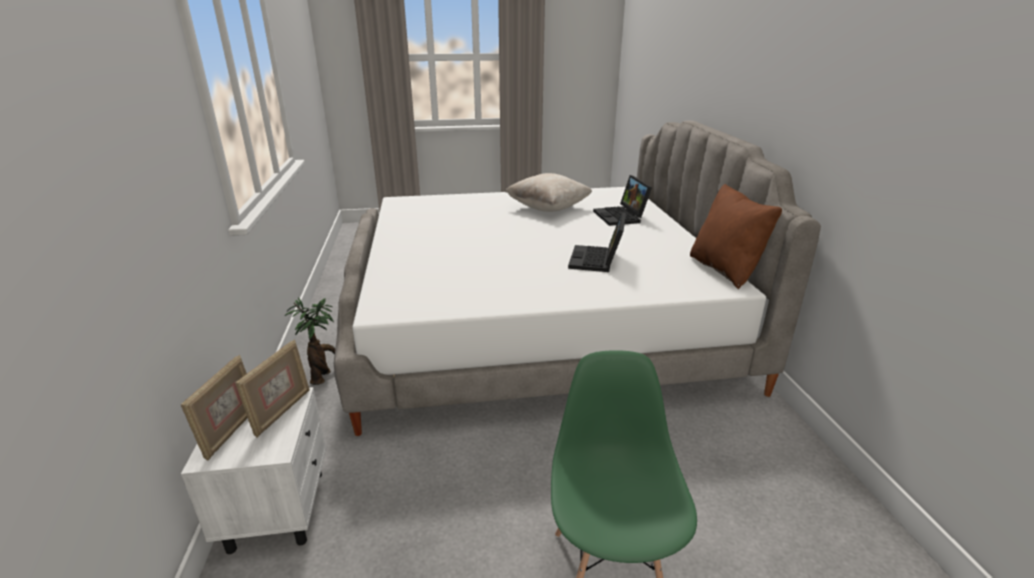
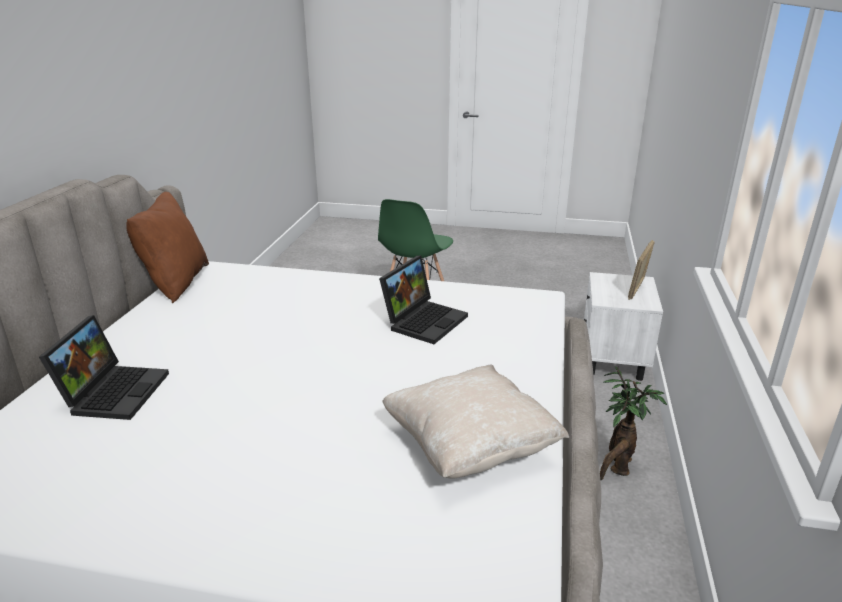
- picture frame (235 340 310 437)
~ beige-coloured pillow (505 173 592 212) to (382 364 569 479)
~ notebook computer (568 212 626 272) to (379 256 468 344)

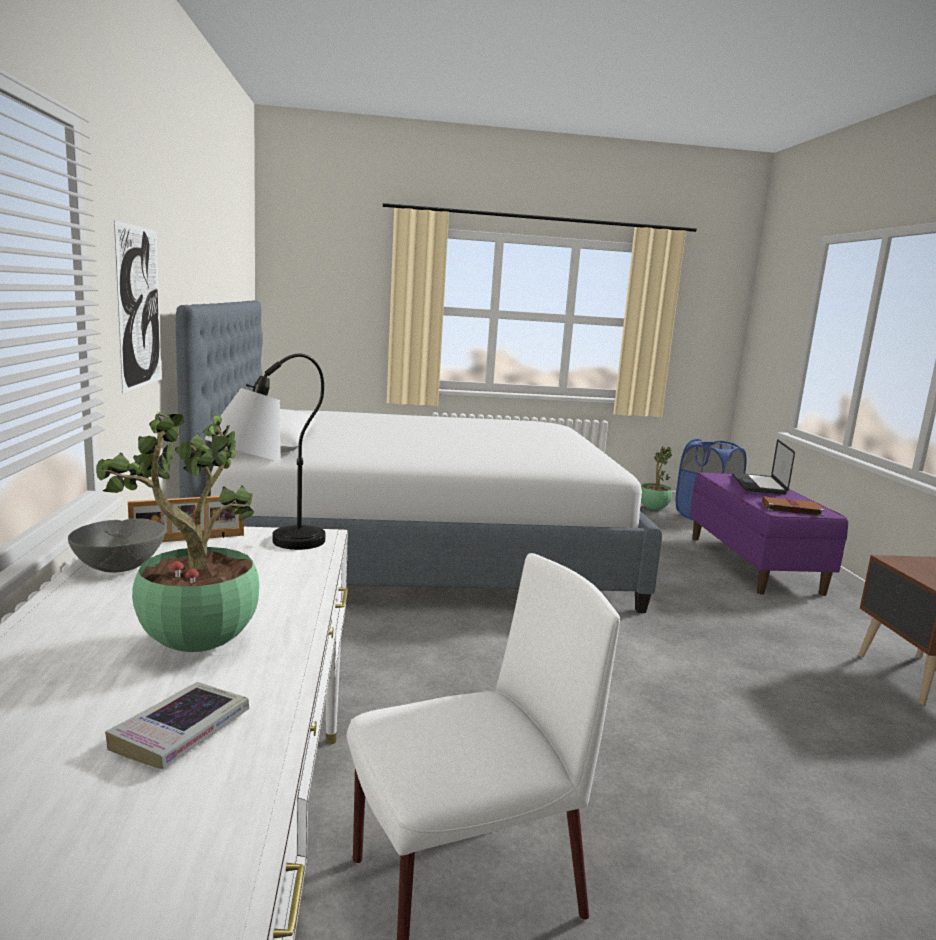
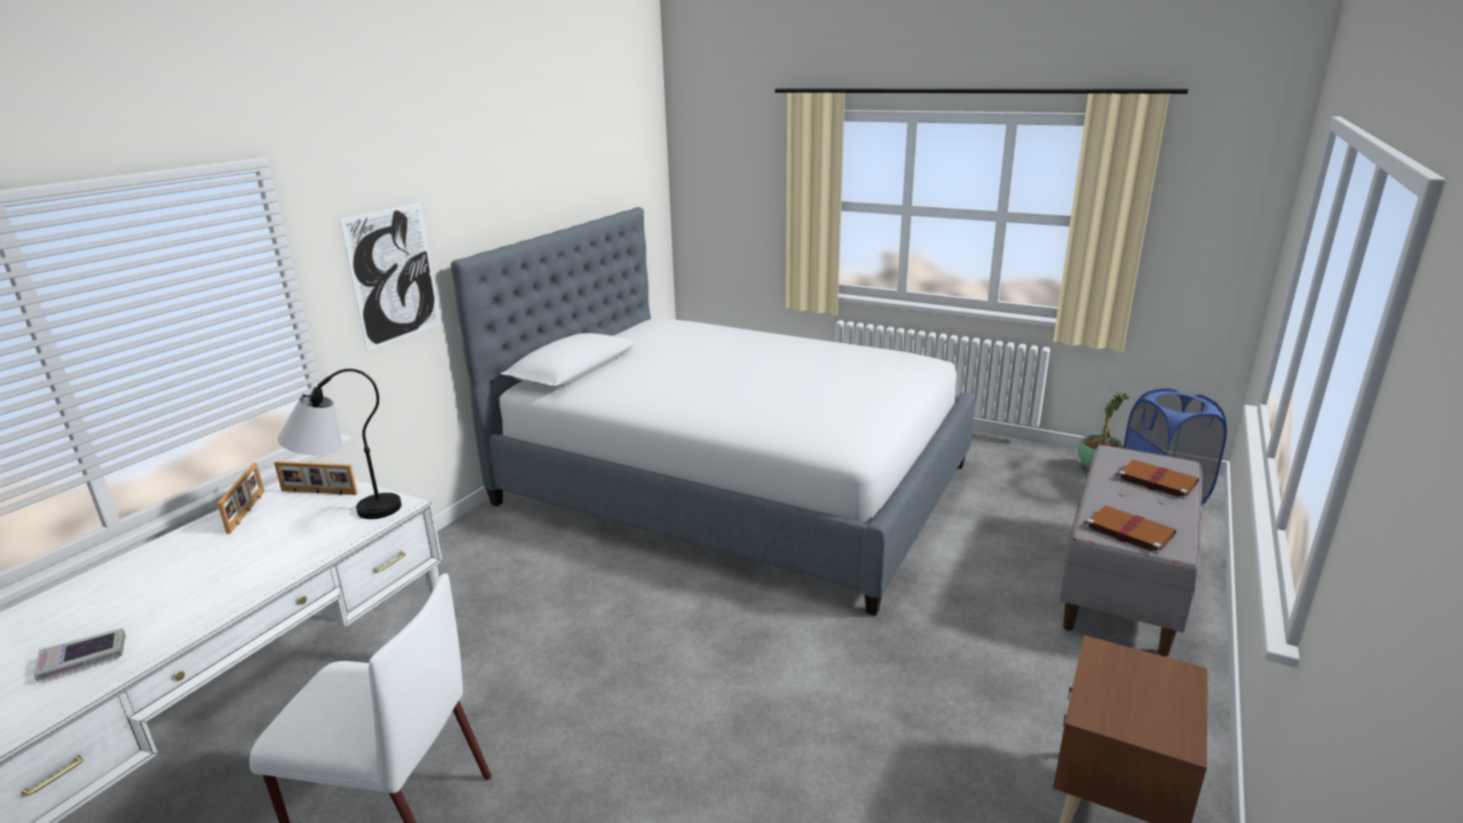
~ gray deep dish (68 518 166 573) to picture frame (217 463 265 534)
- plant in a pot (96 412 259 652)
~ purple-coloured long seat (689 472 848 596) to gray long seat (1059 445 1202 657)
~ notebook computer (732 439 795 495) to brown bound book (1116 460 1199 499)

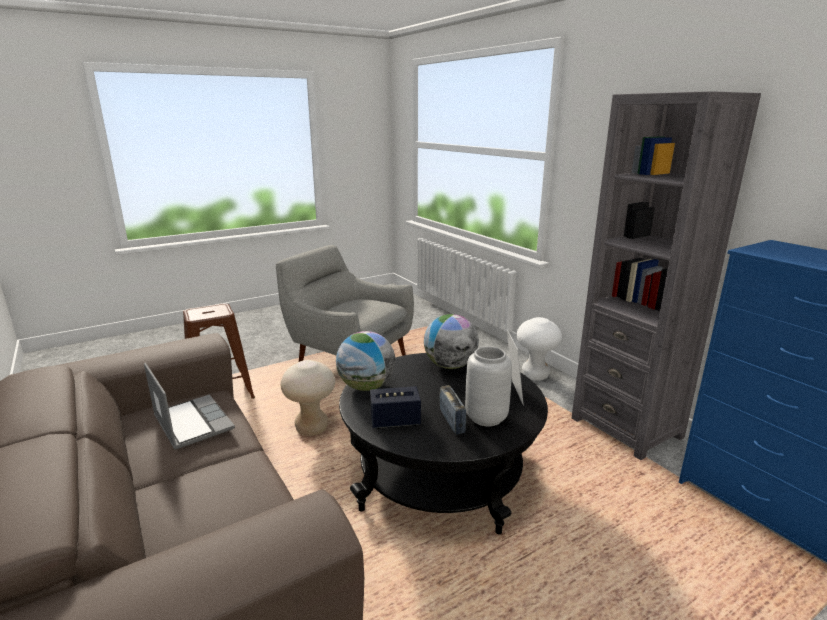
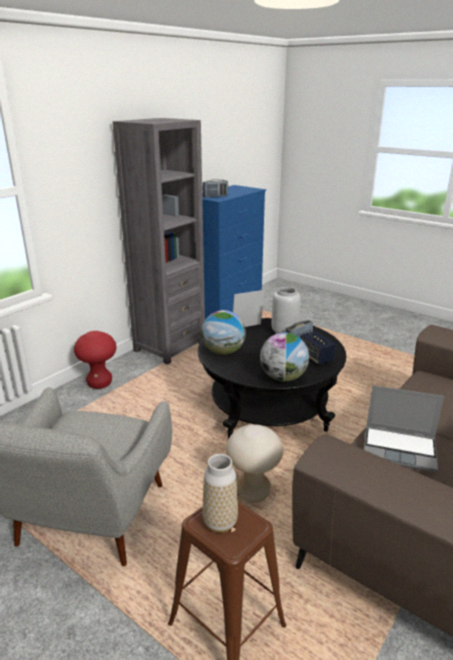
~ notebook computer (144 363 235 450) = (364 385 444 472) 105 degrees counterclockwise
~ white-coloured stool (516 317 562 381) to reddish stool (74 331 117 389)
+ vase (202 454 238 533)
+ radio (203 179 228 198)

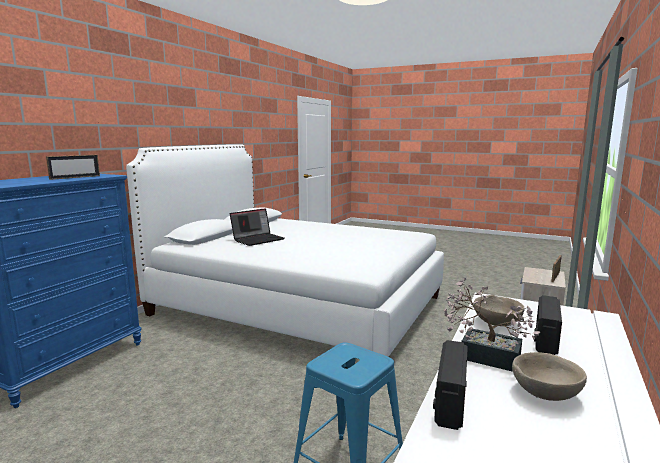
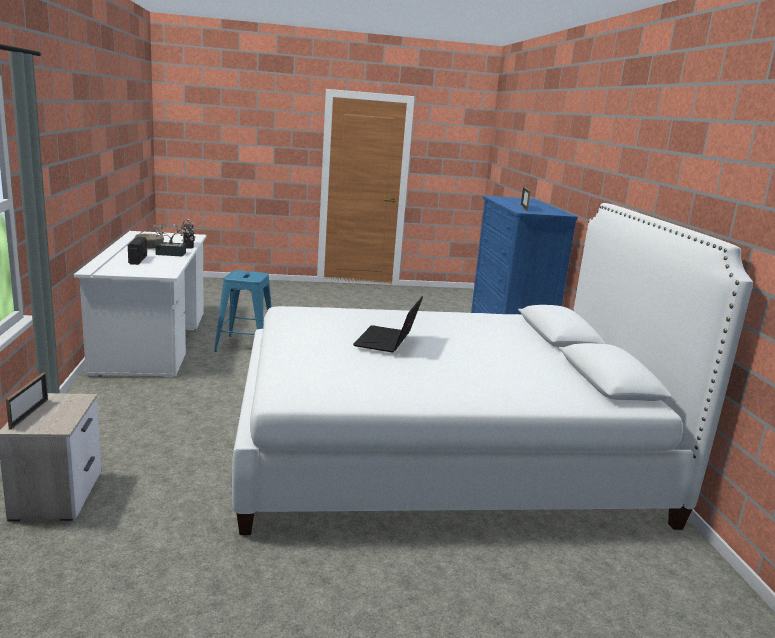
~ notebook computer (230 208 285 246) to (353 296 423 352)
- beige-coloured deep dish (474 295 525 326)

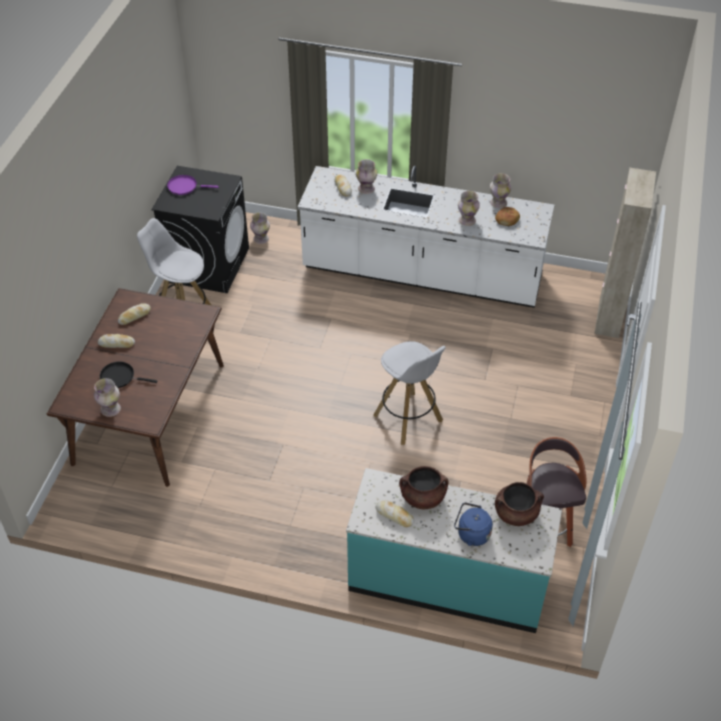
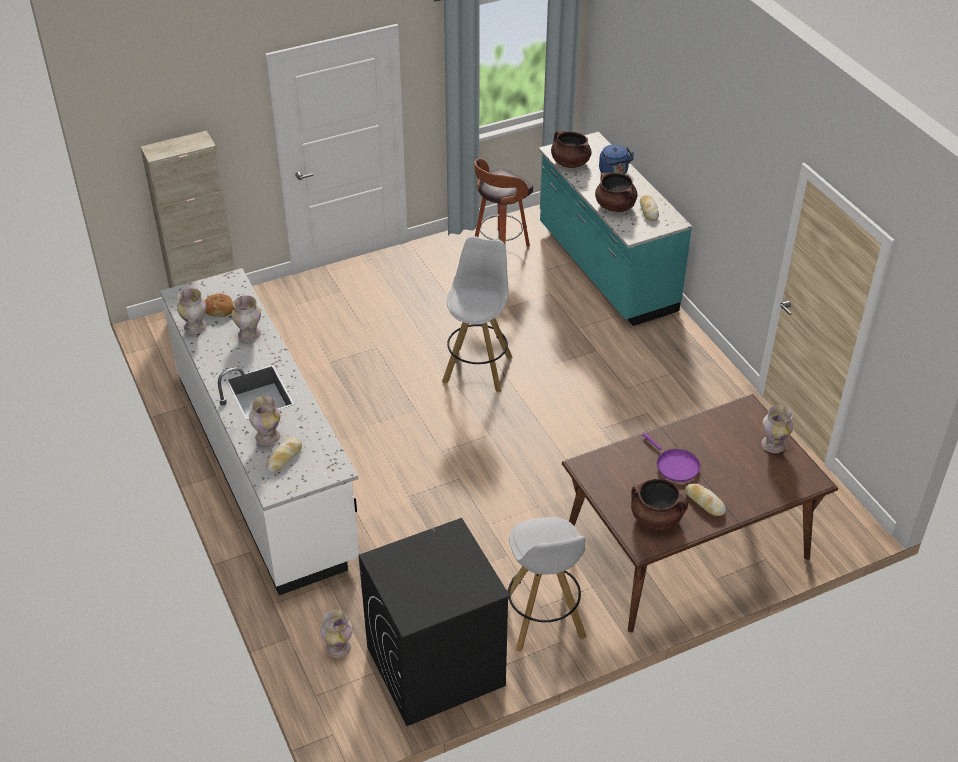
- blackish pan (100 362 157 388)
~ baked bread (118 303 151 325) to brown stockpot (631 479 688 529)
~ purple-coloured pan (167 175 219 195) to (643 433 700 482)

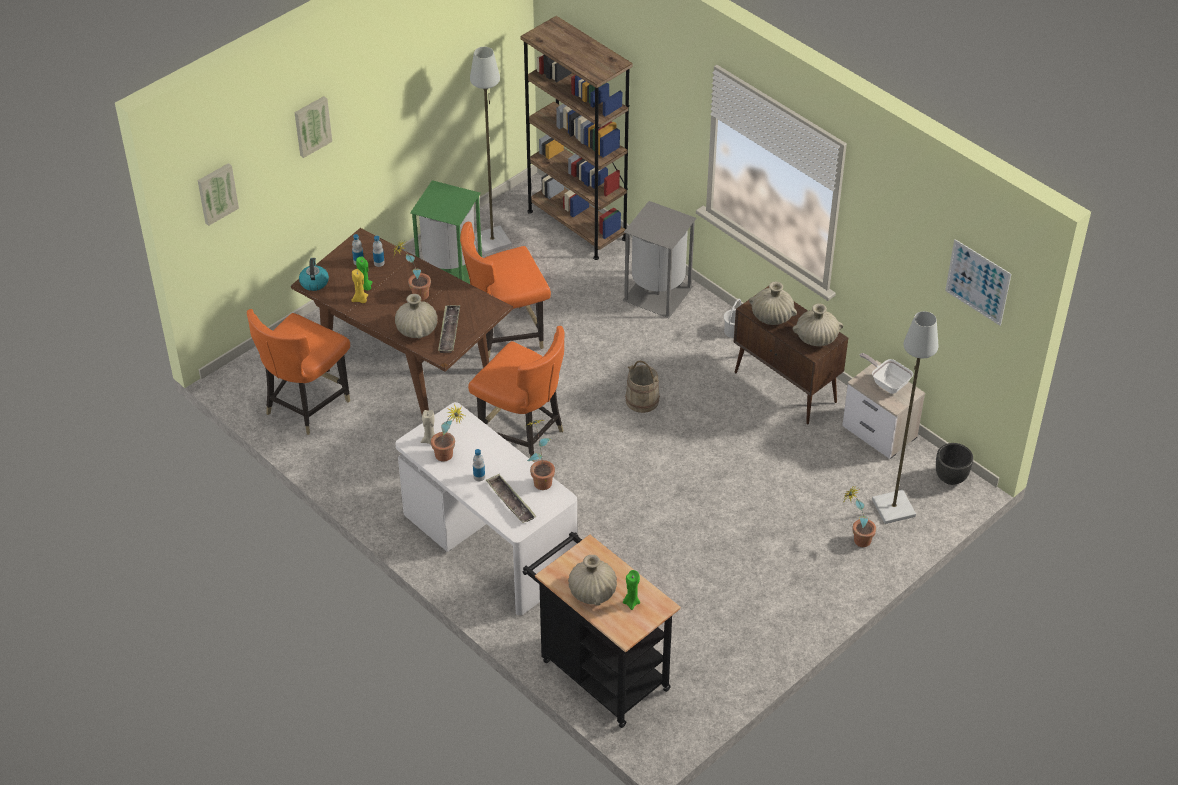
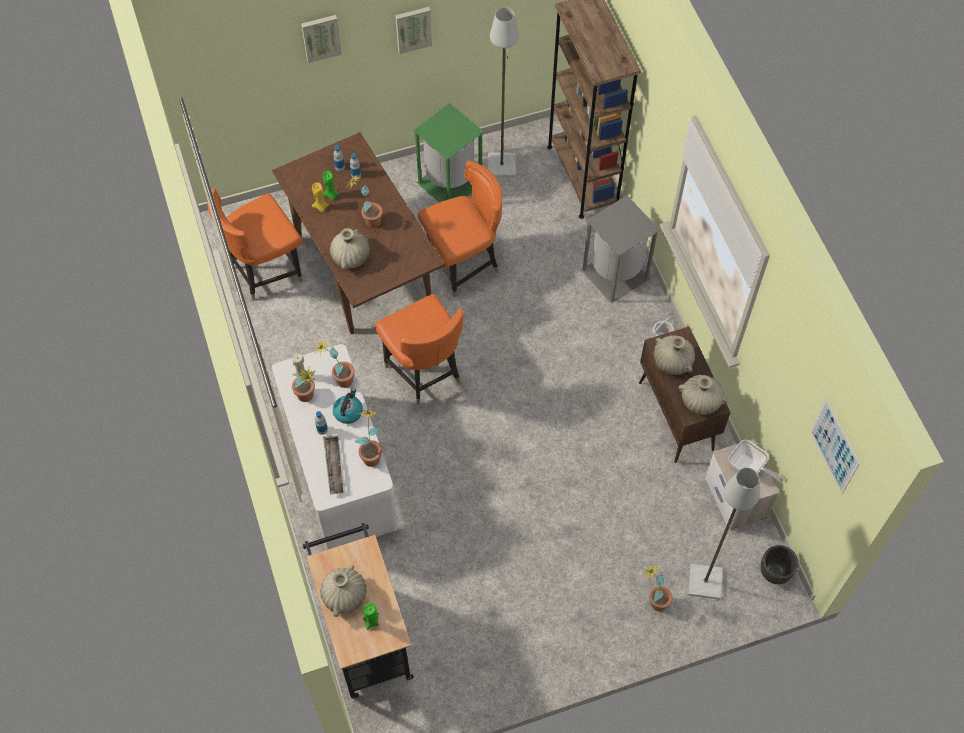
~ wall picture (198 163 239 226) to (395 7 432 54)
~ tea kettle (299 258 329 291) to (333 388 363 424)
- serving tray (438 305 460 353)
~ orange chair (460 222 551 358) = (418 161 502 297) 150 degrees clockwise
- beige-coloured pail (625 360 660 413)
~ pan (860 353 913 394) = (729 440 783 483) 150 degrees clockwise
+ plant in a pot (315 339 355 388)

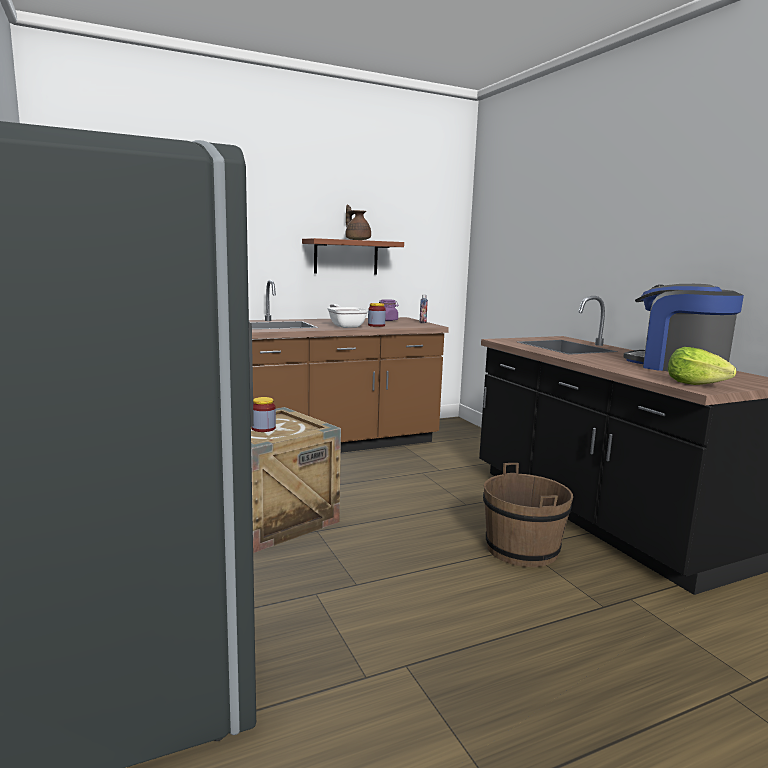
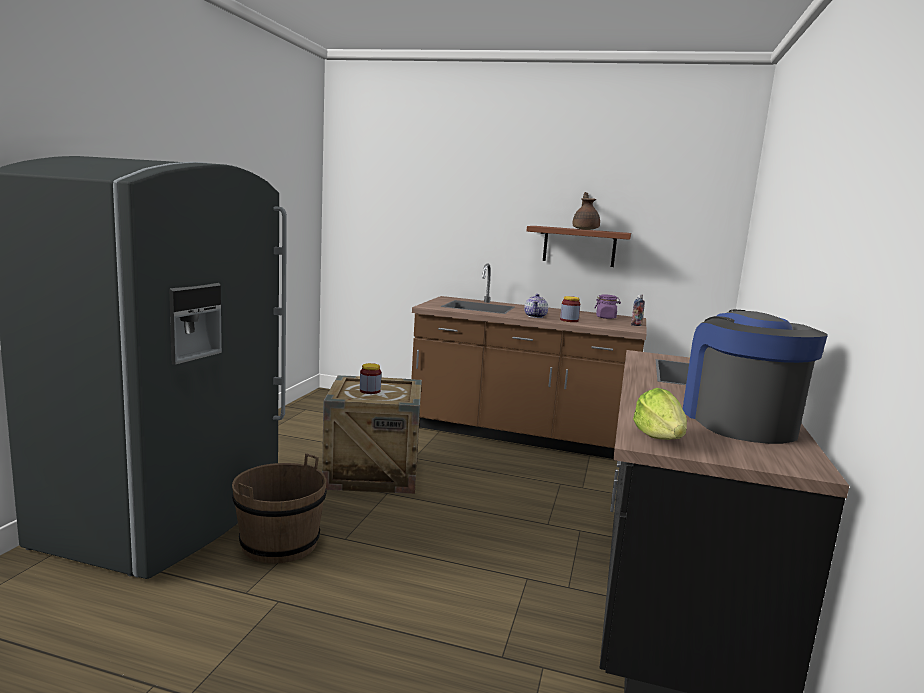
~ pan (327 304 369 328) to pot for tea (524 294 548 318)
~ brown pail (483 463 573 567) to (232 453 327 563)

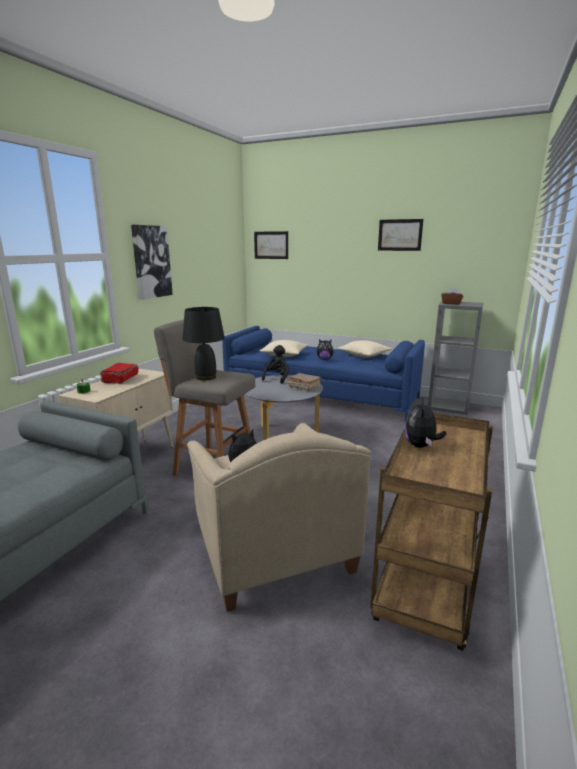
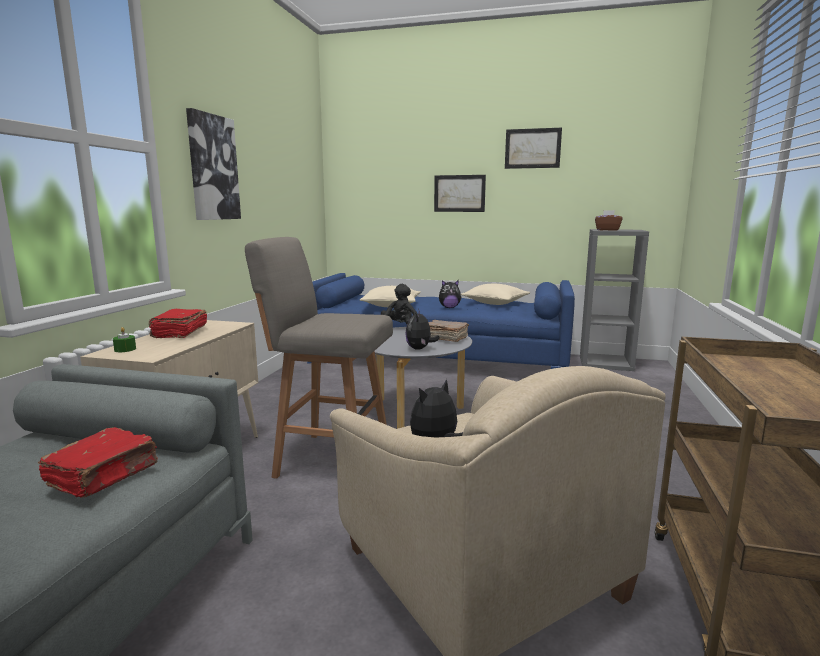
- blackish lamp for a table (183 307 225 381)
~ wall picture (254 231 288 259) to (434 175 486 212)
~ cuddly toy (404 398 446 448) to (405 311 440 350)
+ reddish bound book (38 427 158 497)

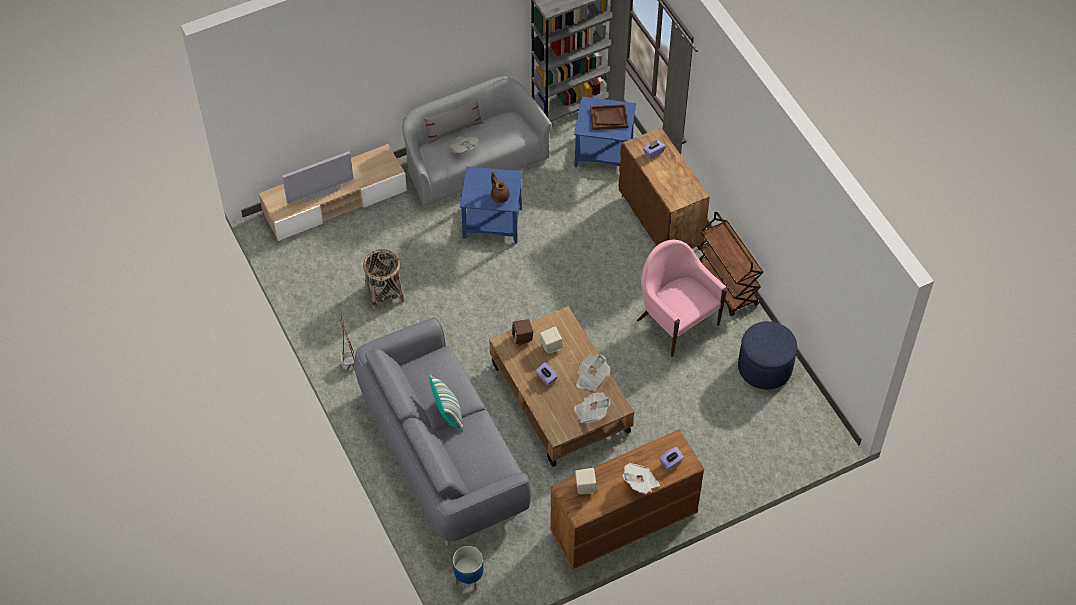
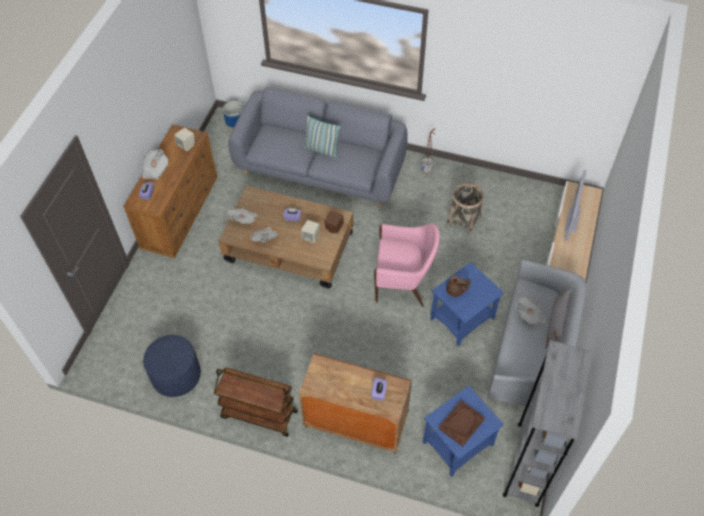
~ pinkish lounge chair (637 239 727 357) to (374 223 440 307)

